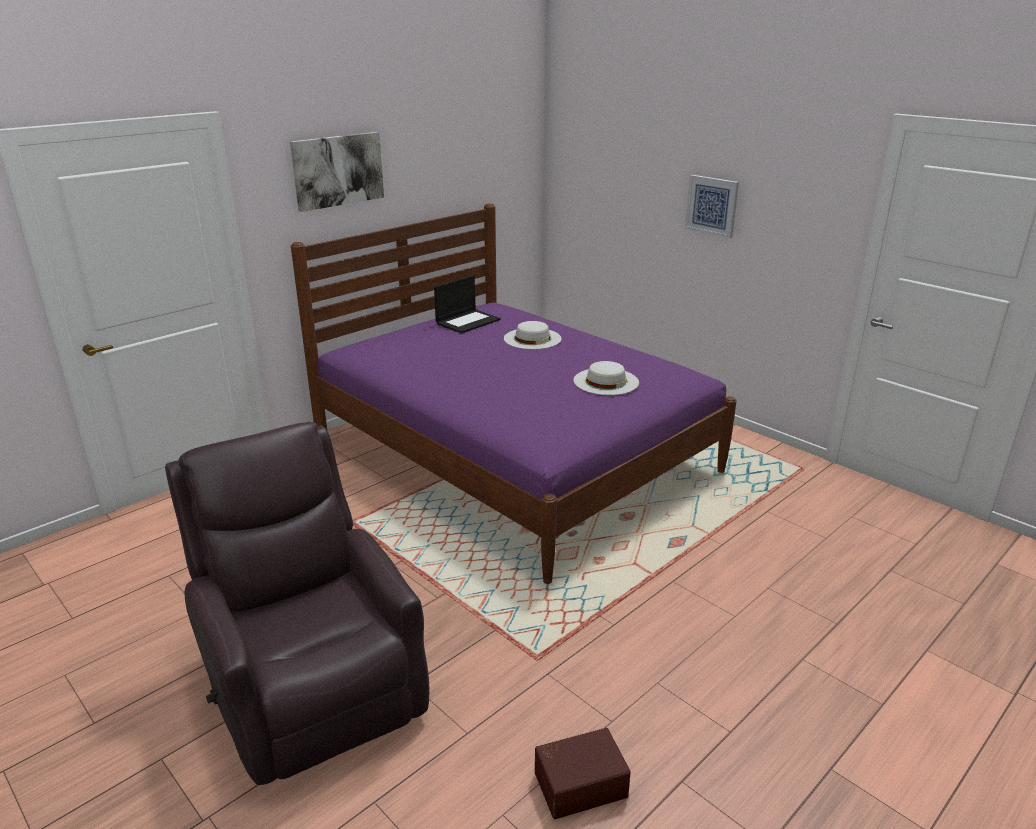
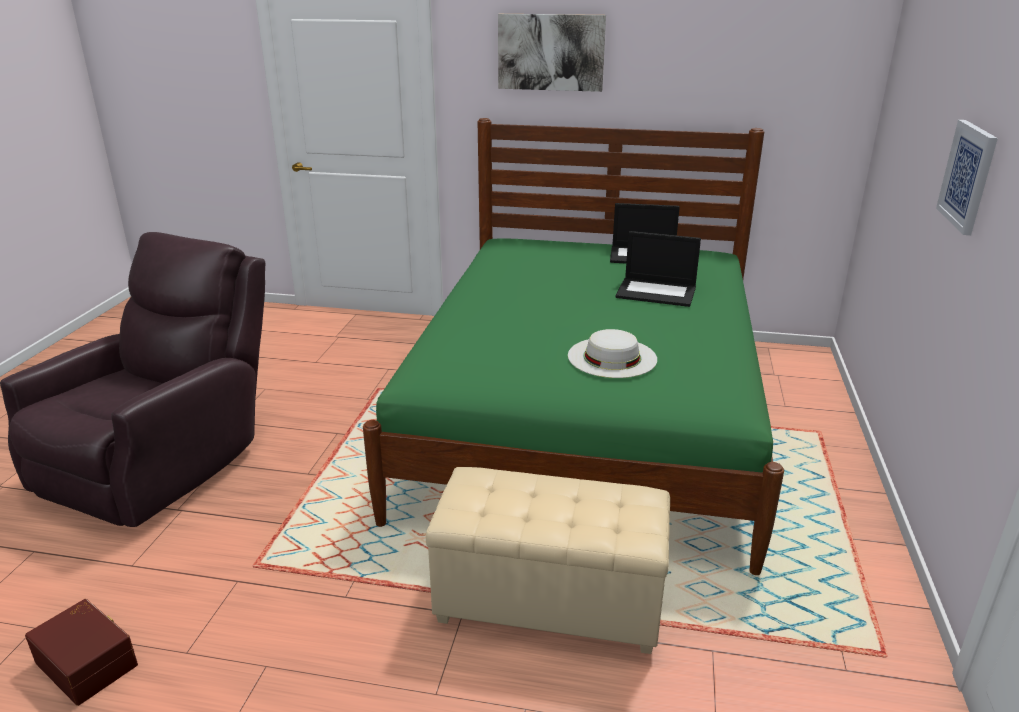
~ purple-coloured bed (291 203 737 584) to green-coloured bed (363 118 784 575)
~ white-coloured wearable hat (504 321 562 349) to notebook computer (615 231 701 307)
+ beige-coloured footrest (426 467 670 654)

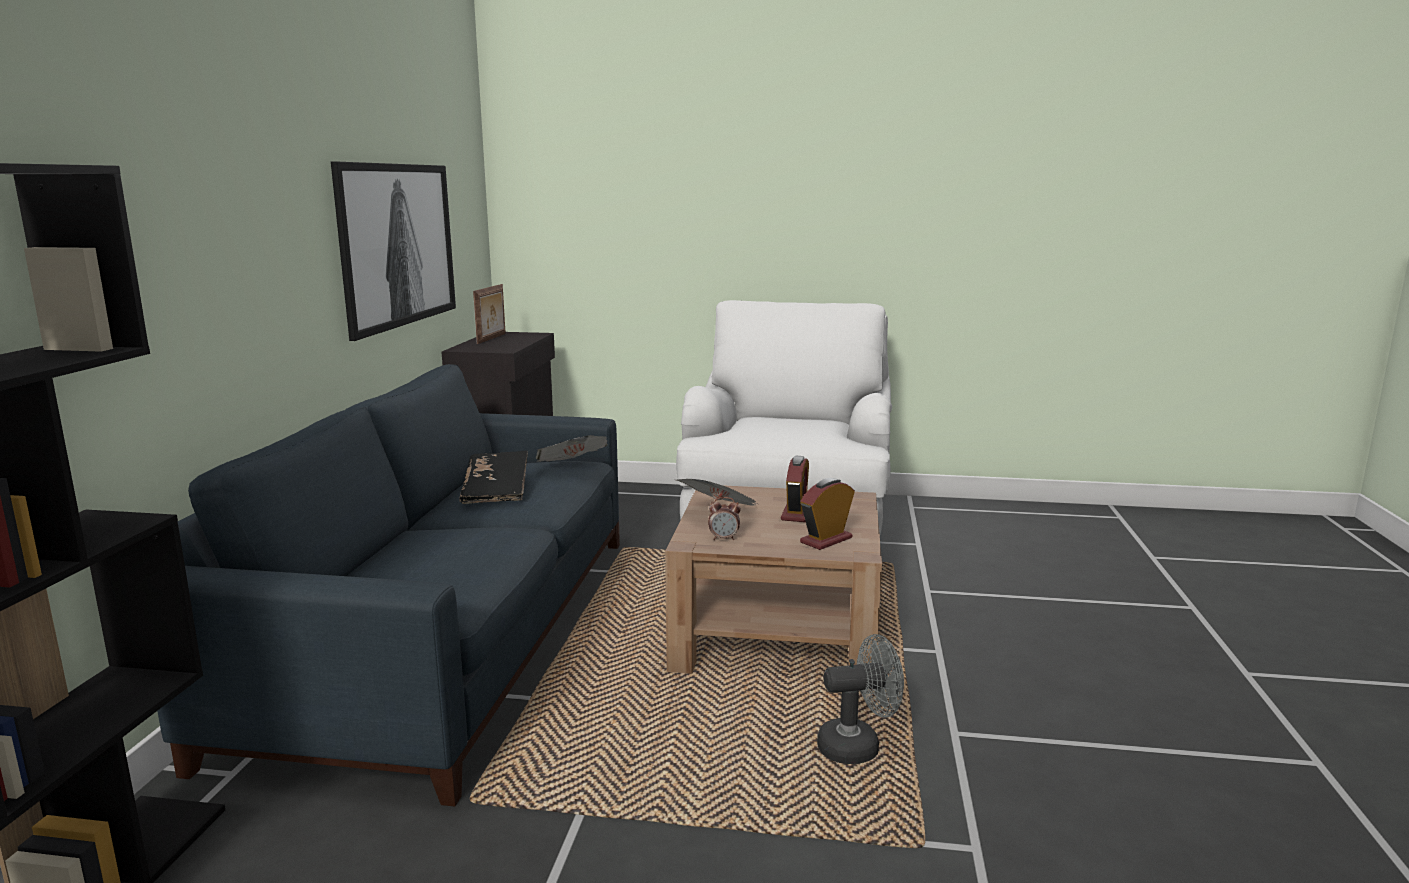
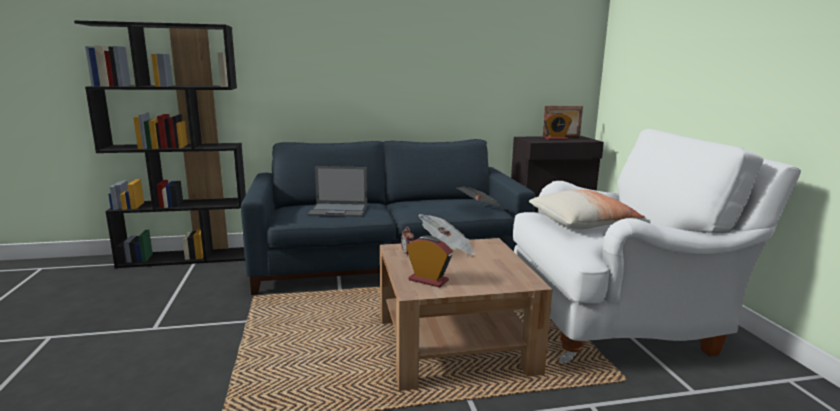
- wall picture (331 161 456 341)
- blackish bound book (459 450 528 504)
~ alarm clock (781 456 809 522) to (544 112 572 140)
- gray cooling fan (817 634 904 764)
+ notebook computer (308 166 367 217)
+ pillow (529 190 645 229)

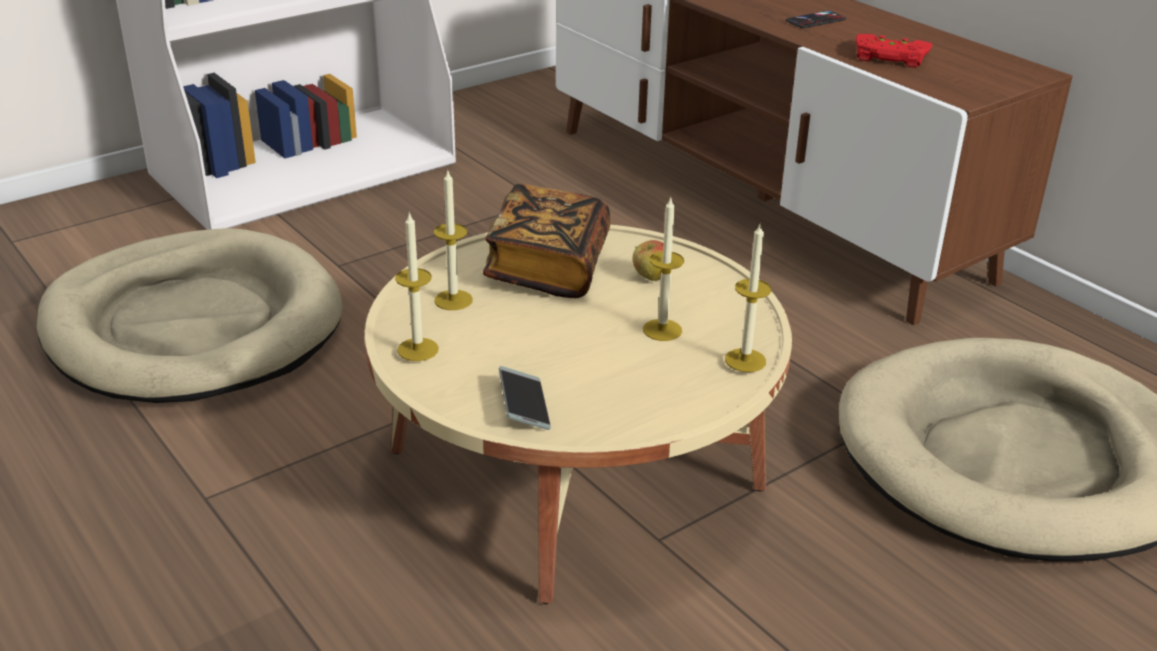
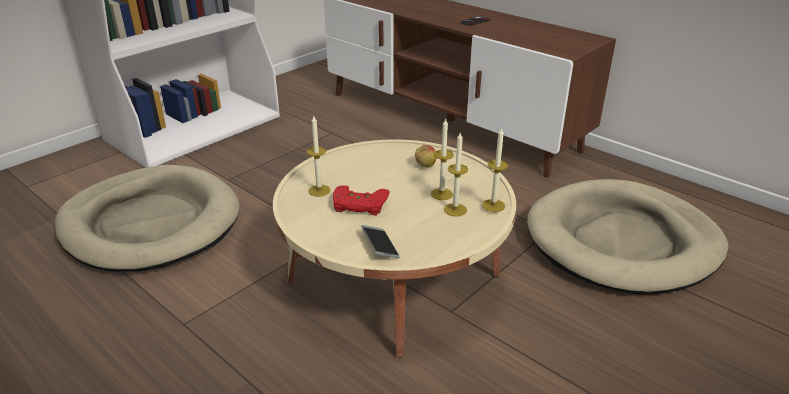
~ wax candle (395 212 439 361) to (444 133 468 217)
- bound book (483 184 610 298)
~ reddish joypad (856 34 933 68) to (333 185 390 216)

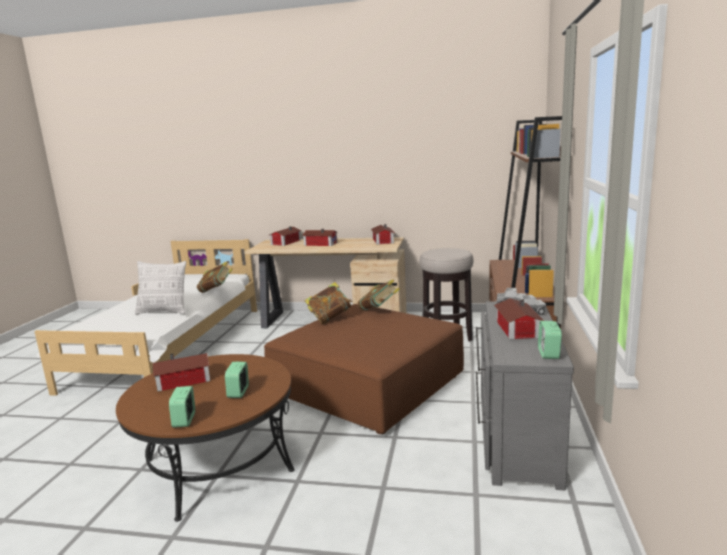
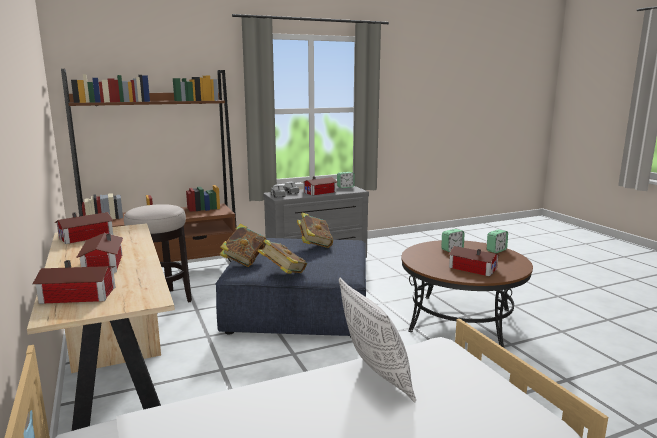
~ bound book (197 262 233 293) to (297 212 333 248)
~ brown footrest (264 304 464 434) to blue-coloured footrest (215 238 366 337)

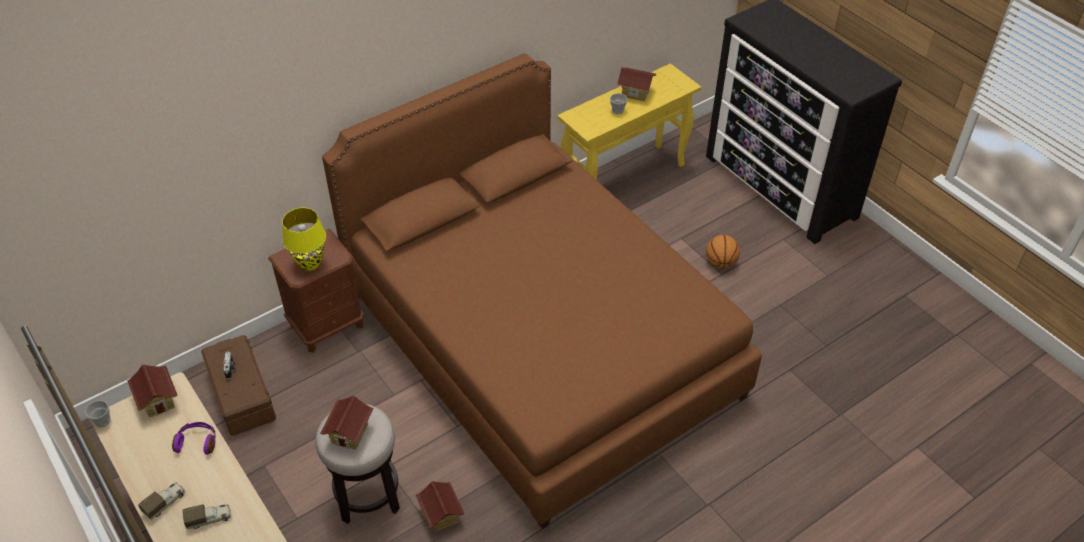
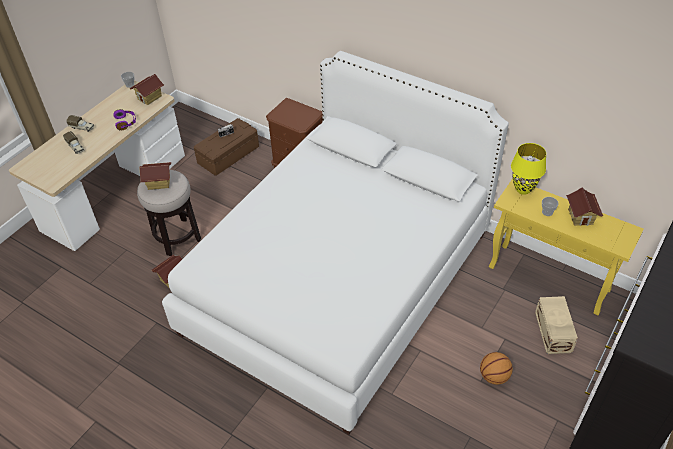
~ yellow-coloured lamp for a table (282 208 326 271) to (511 143 546 195)
~ brown bed (322 53 762 529) to white-coloured bed (162 51 509 435)
+ beige-coloured storage box (535 296 578 354)

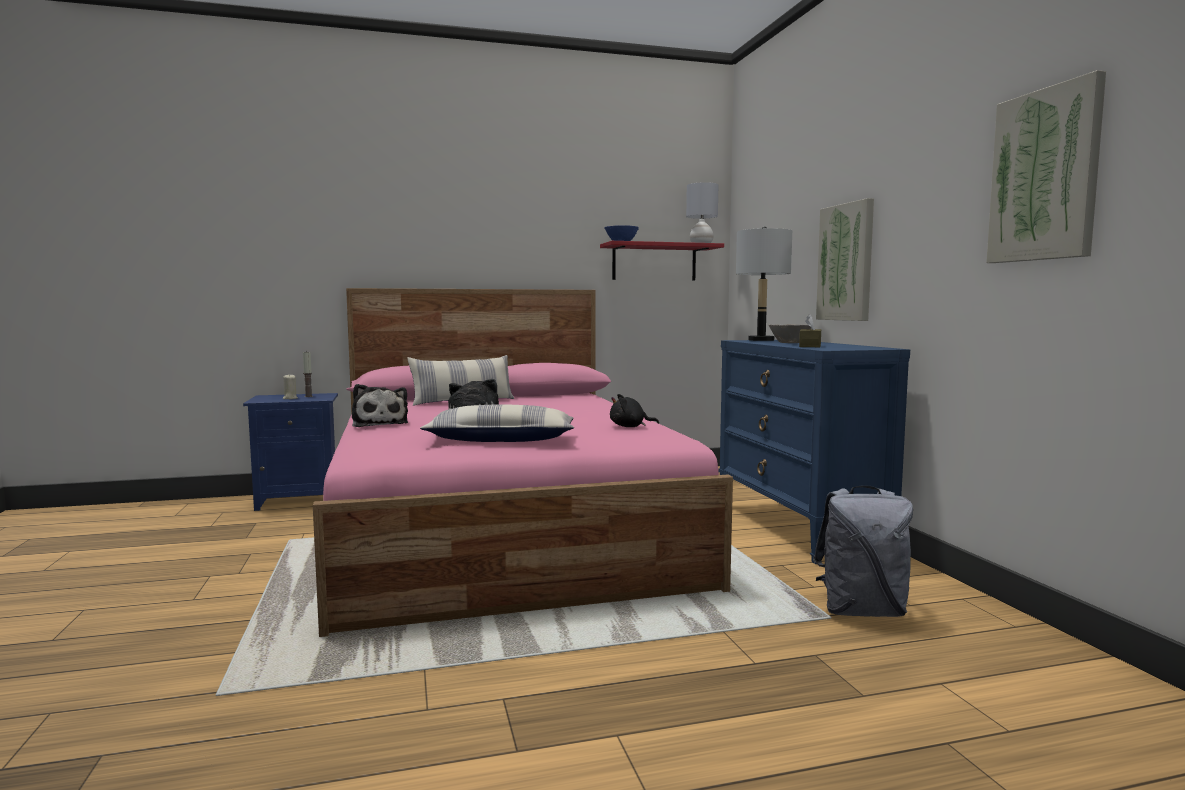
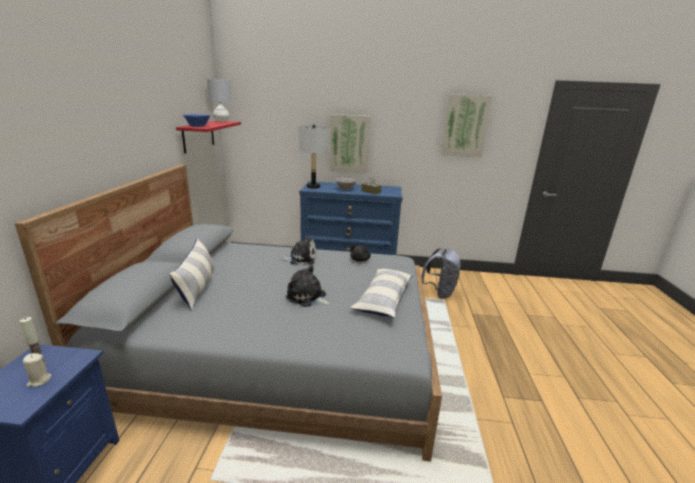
~ pinkish bed (313 288 733 637) to gray bed (15 165 442 462)
~ cuddly toy (352 384 408 427) to (279 235 316 265)

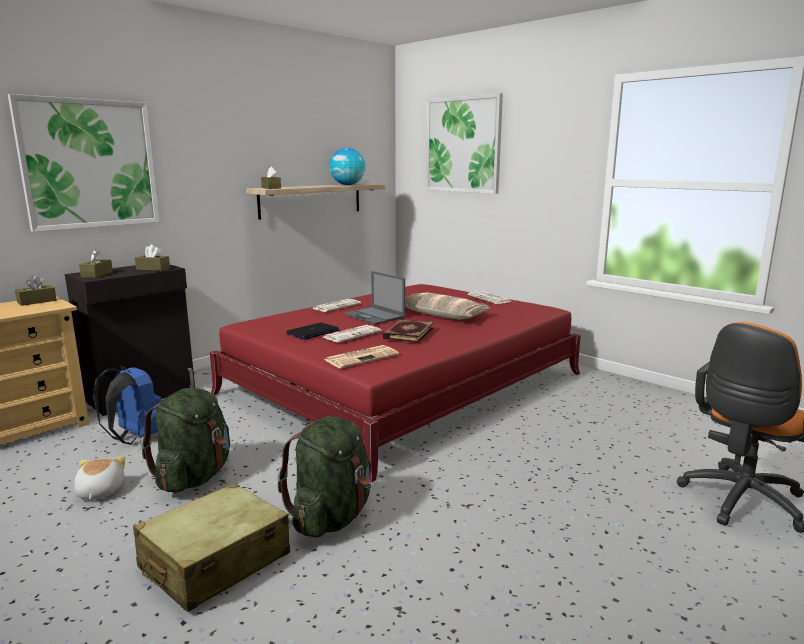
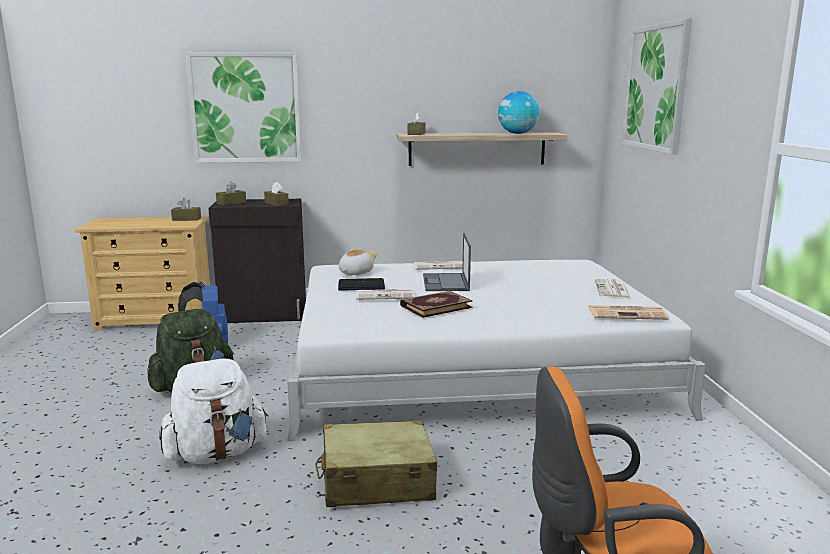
~ cuddly toy (74 456 125 500) to (339 249 377 275)
~ beige-coloured suitcase (133 483 290 612) to (316 420 437 507)
~ reddish bed (210 284 581 483) to white-coloured bed (287 260 706 441)
~ green-coloured rucksack (277 417 371 538) to white-coloured rucksack (159 359 268 464)
~ daily paper (324 345 399 369) to (588 305 669 320)
- pillow (405 293 490 319)

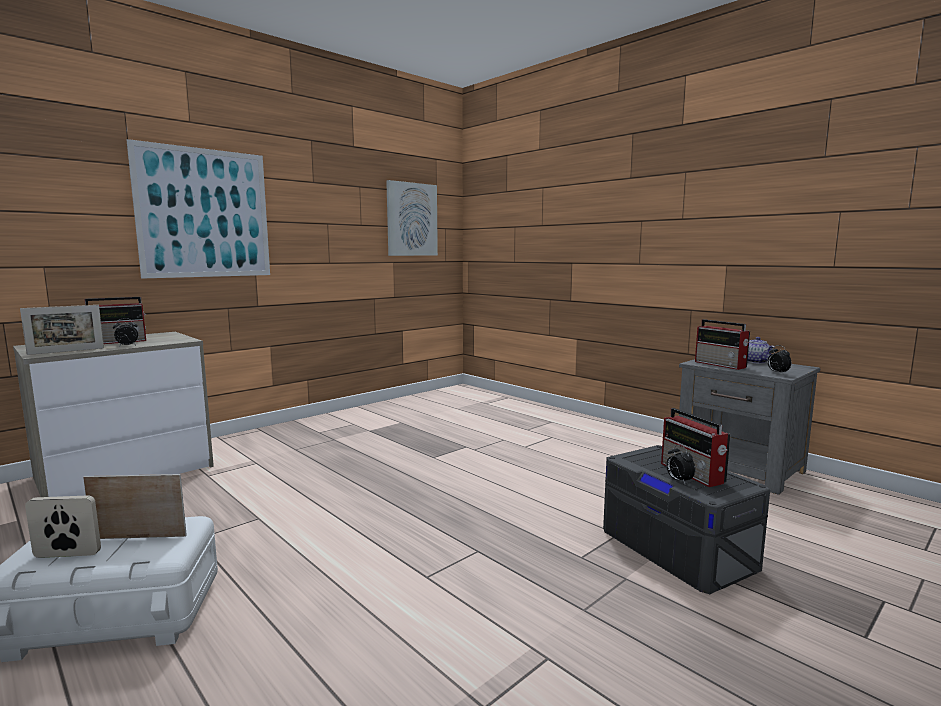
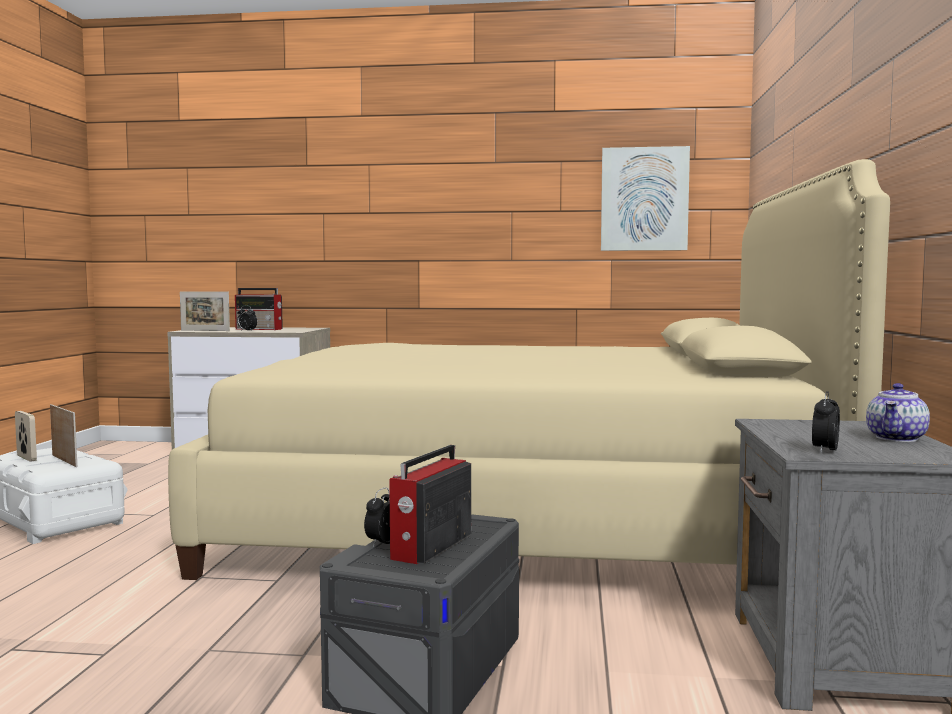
- wall picture (126 139 270 279)
- radio (695 319 750 370)
+ beige-coloured bed (168 159 890 580)

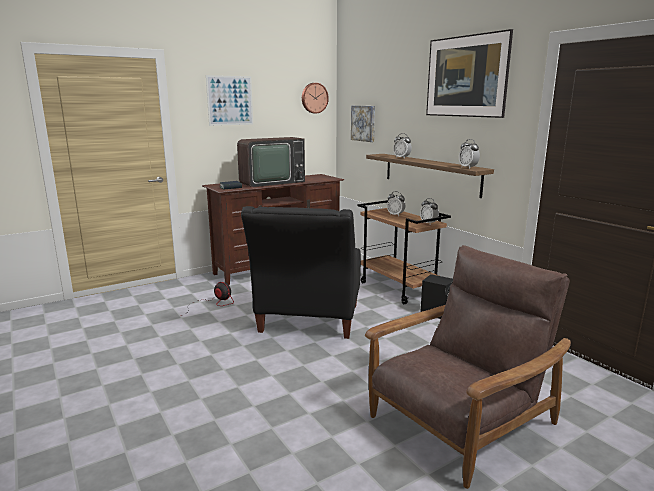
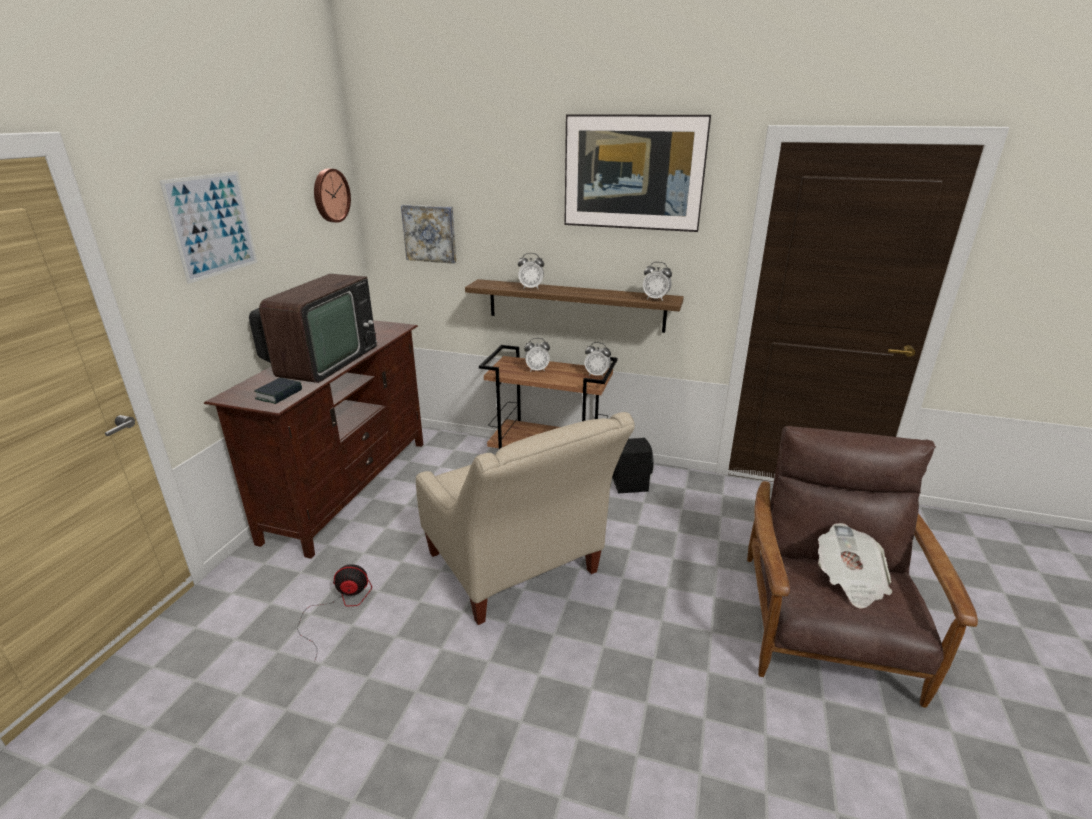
~ blackish lounge chair (241 206 361 339) to beige-coloured lounge chair (416 412 635 625)
+ daily paper (818 523 892 609)

